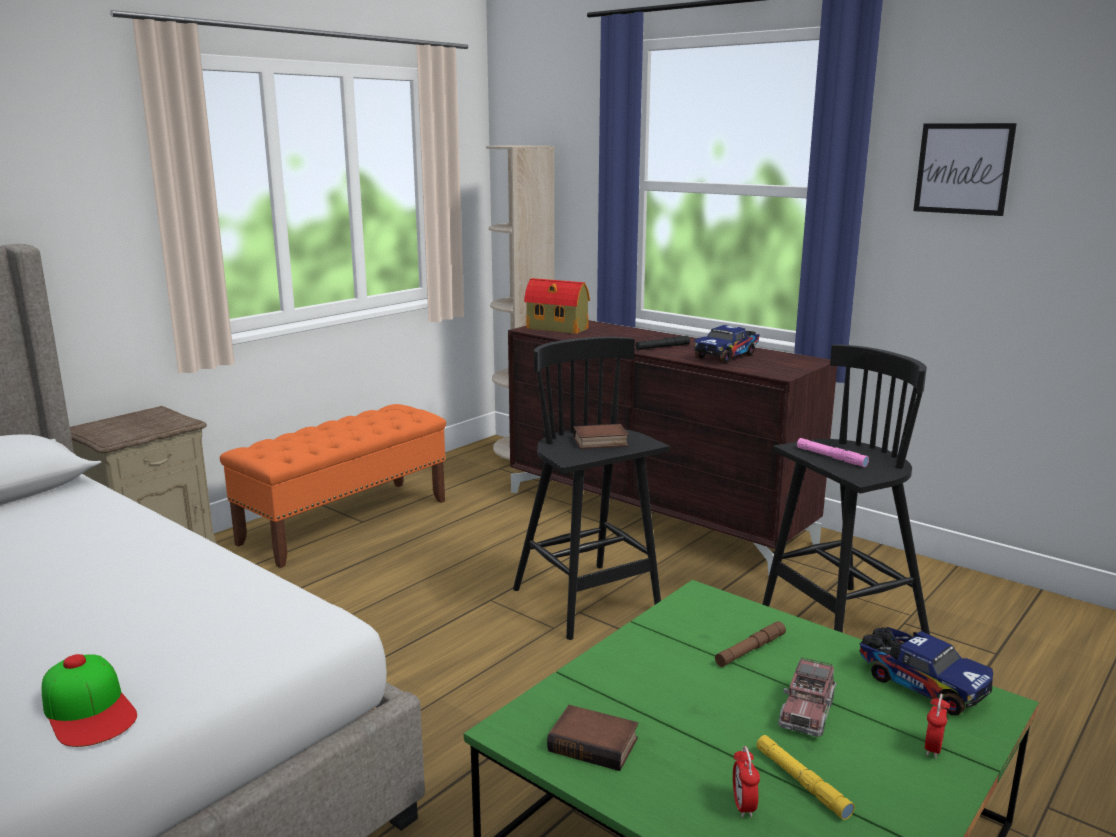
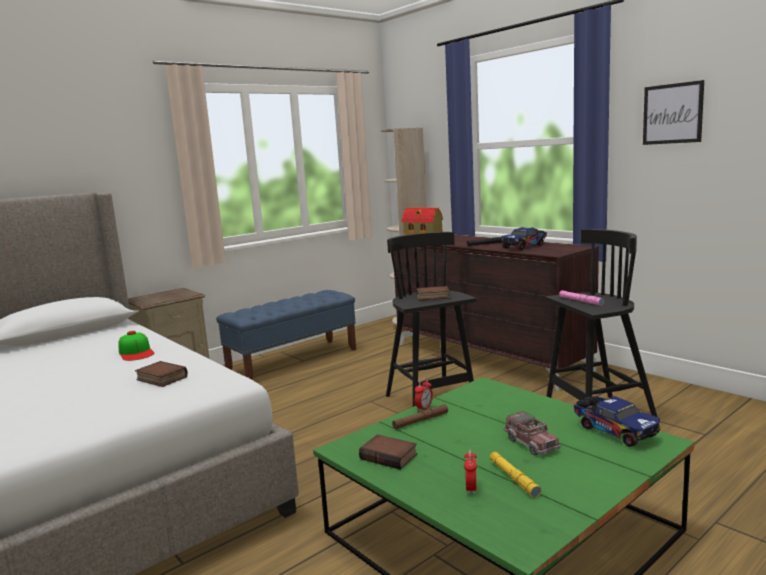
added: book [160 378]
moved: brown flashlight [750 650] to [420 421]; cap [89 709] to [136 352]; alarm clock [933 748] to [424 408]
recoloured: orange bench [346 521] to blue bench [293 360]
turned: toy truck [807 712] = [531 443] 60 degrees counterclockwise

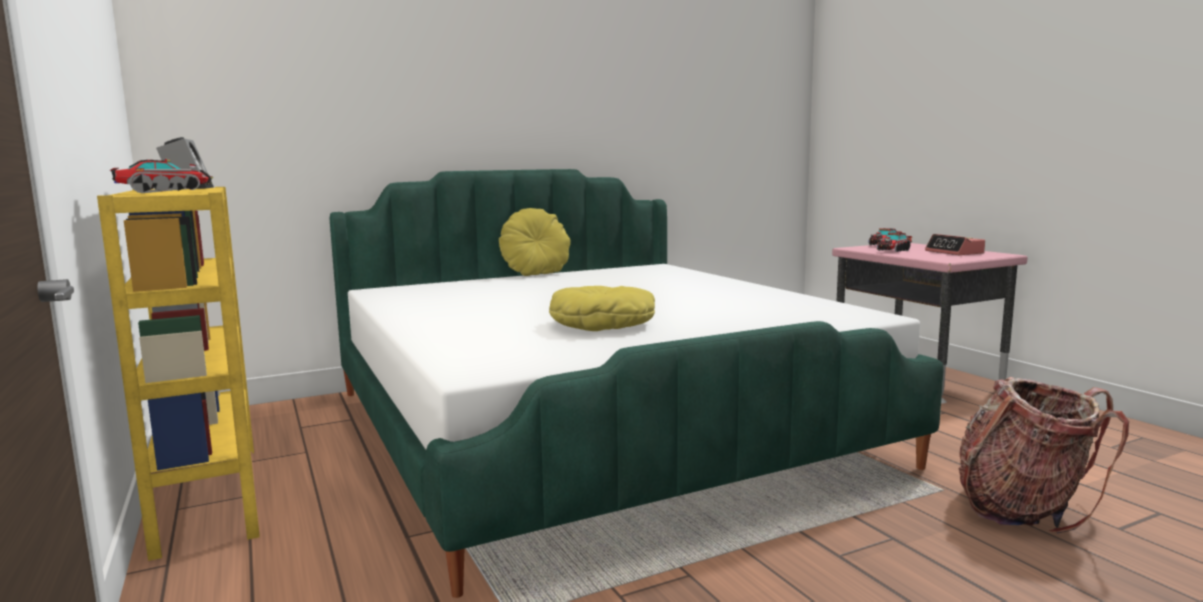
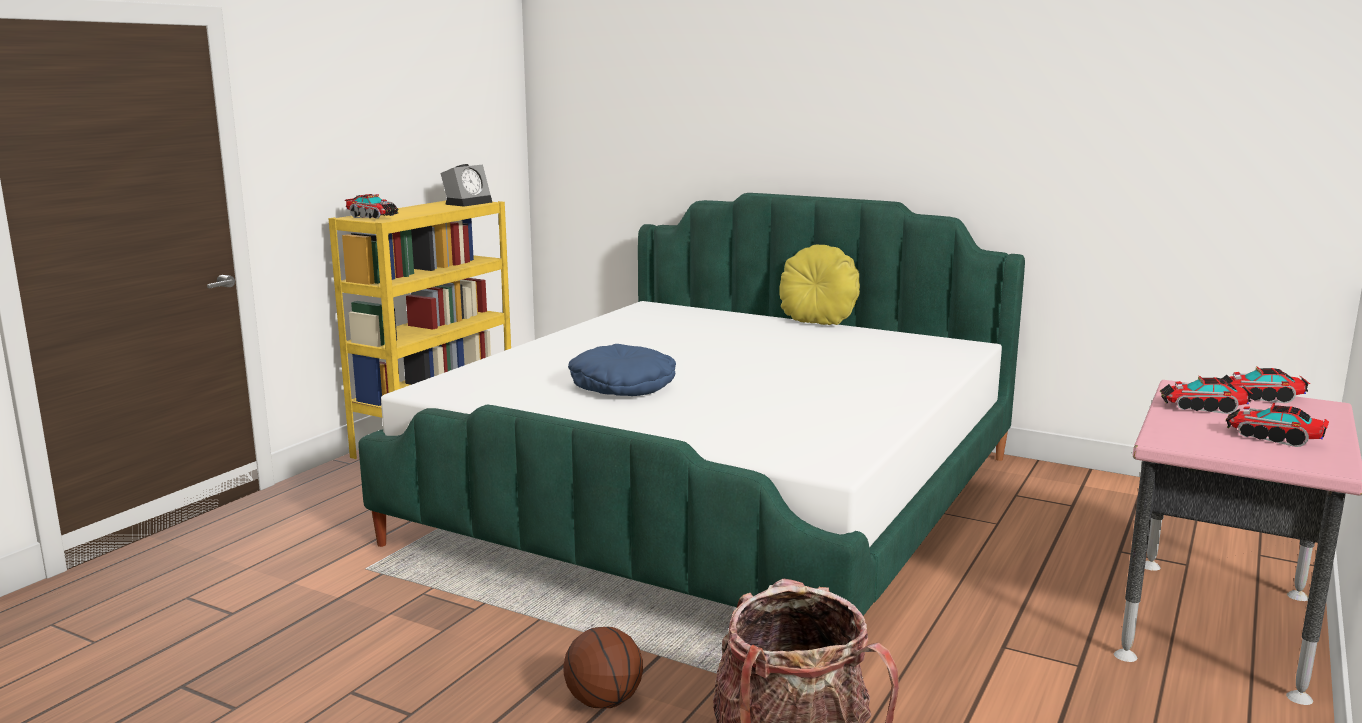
added: basketball [604 701]
replaced: alarm clock [954 252] to toy truck [1273 438]
recoloured: yellow pillow [602 324] to blue pillow [624 387]

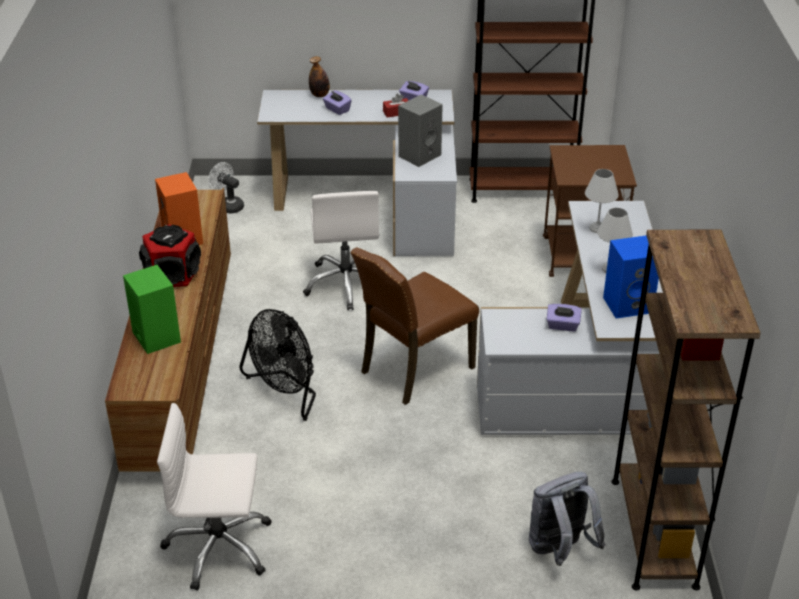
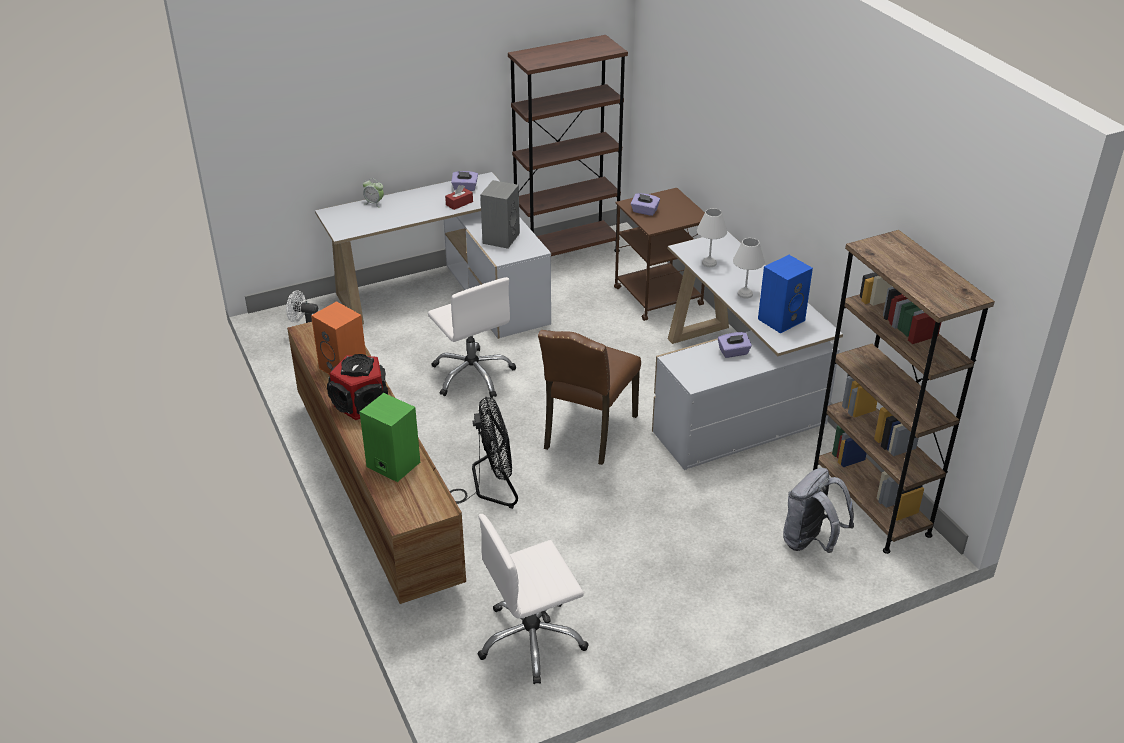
moved: purple tissue box [337 109] to [644 211]
replaced: bottle [319 95] to alarm clock [374 203]
turned: black fan [287 388] = [488 482] 120 degrees counterclockwise

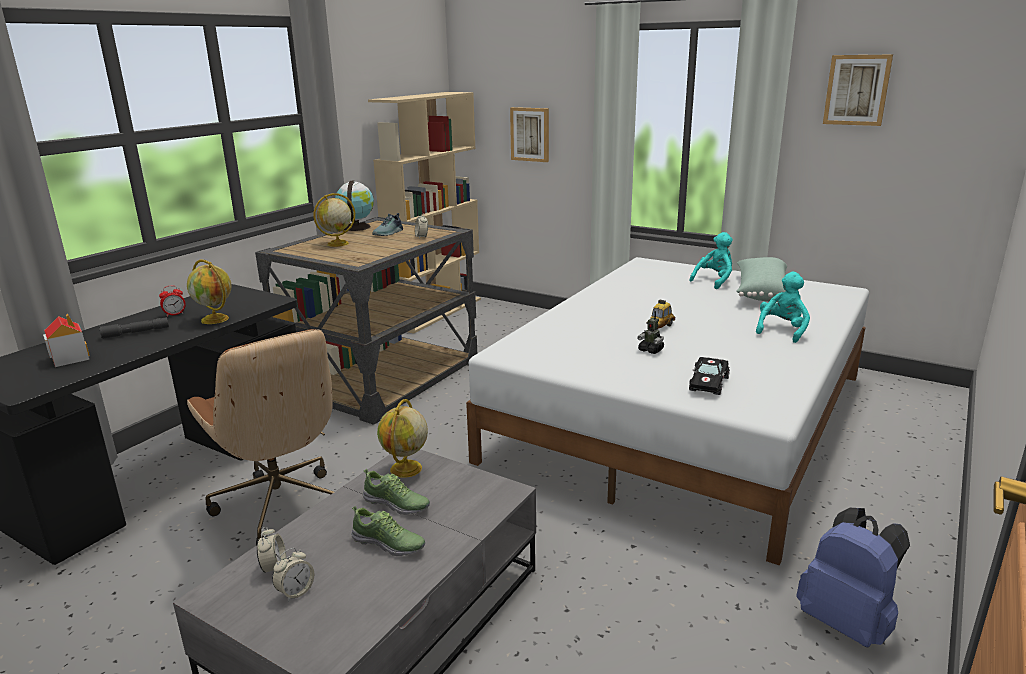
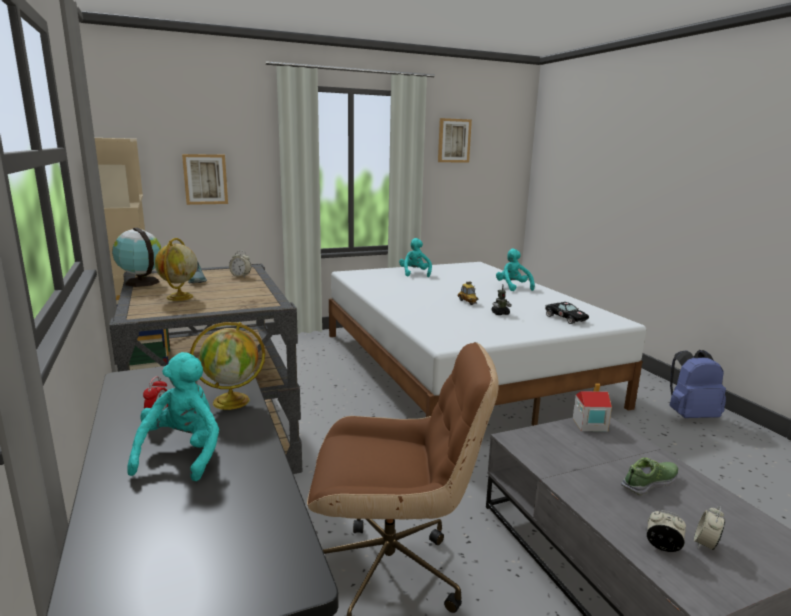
removed: green pillow [760 292]; globe [406 469]; shoe [397 504]
moved: toy house [70 358] to [589 424]
replaced: grey flashlight [136 333] to turquoise plush toy [182 453]
turned: alarm clock [295 592] = [705 544] 135 degrees counterclockwise

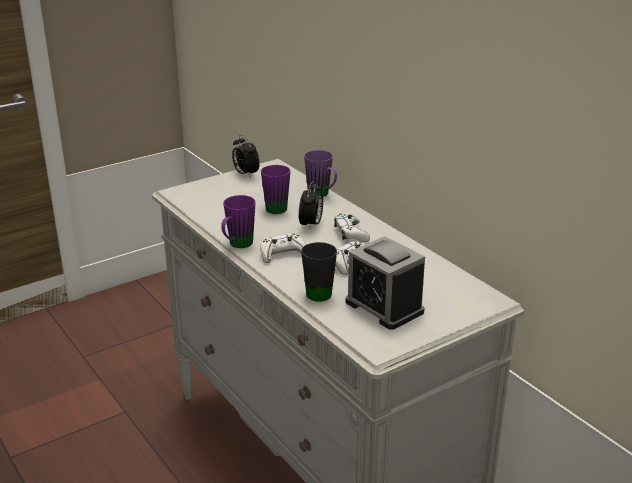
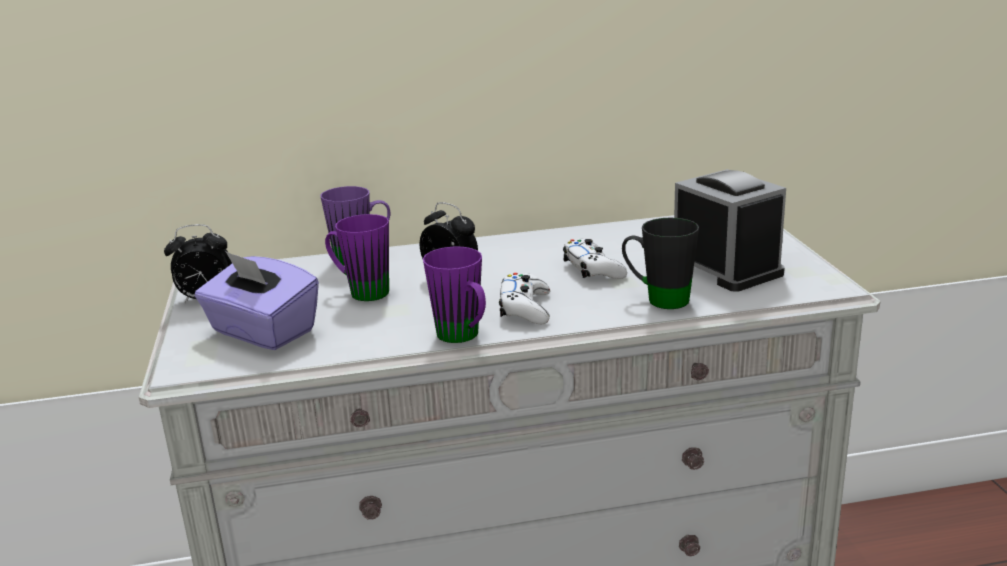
removed: white game controller [351 233]
added: purple tissue box [262 332]
turned: alarm clock [384 307] = [725 268] 105 degrees counterclockwise

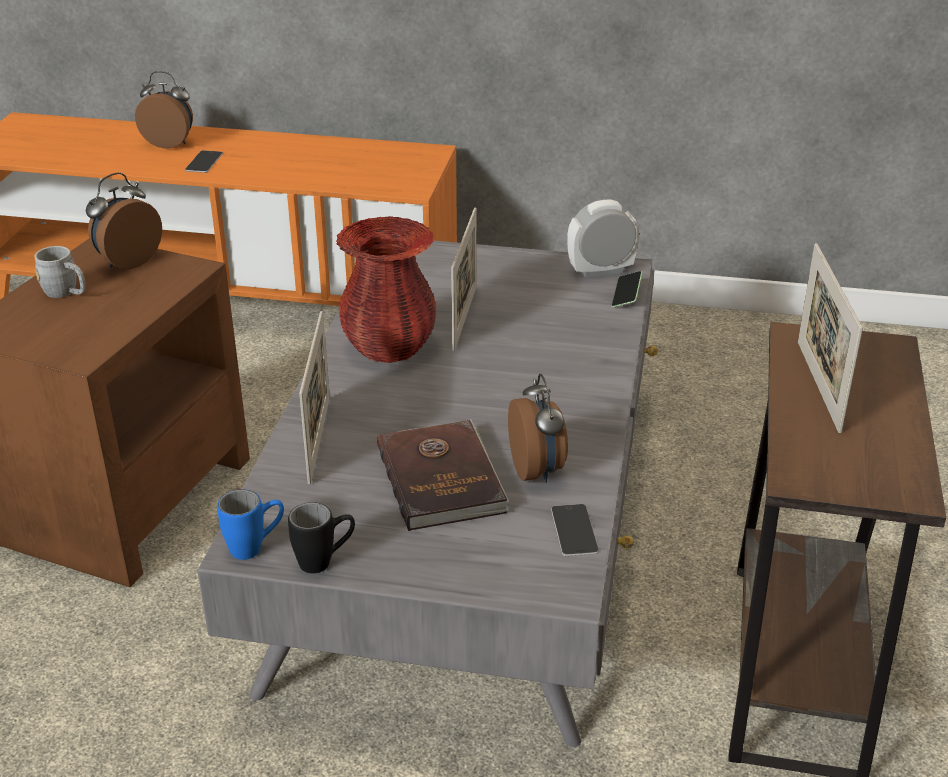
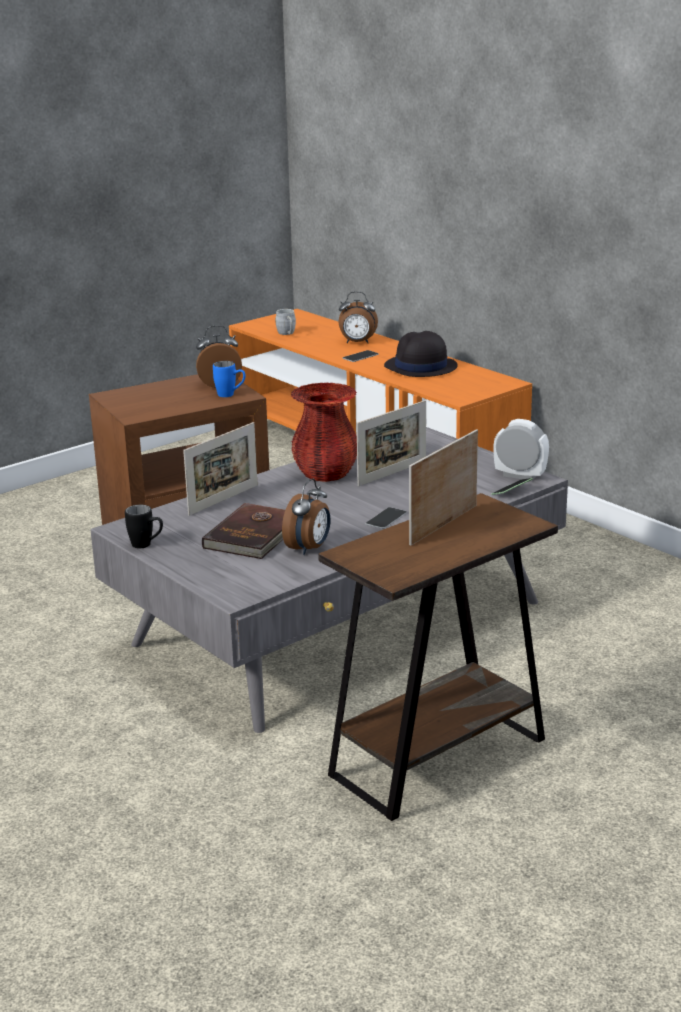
added: black hat [420 367]
moved: grey mug [66 293] to [287 334]; blue mug [255 547] to [230 395]; phone [574 530] to [386 518]
turned: alarm clock [170 143] = [357 342] 135 degrees clockwise

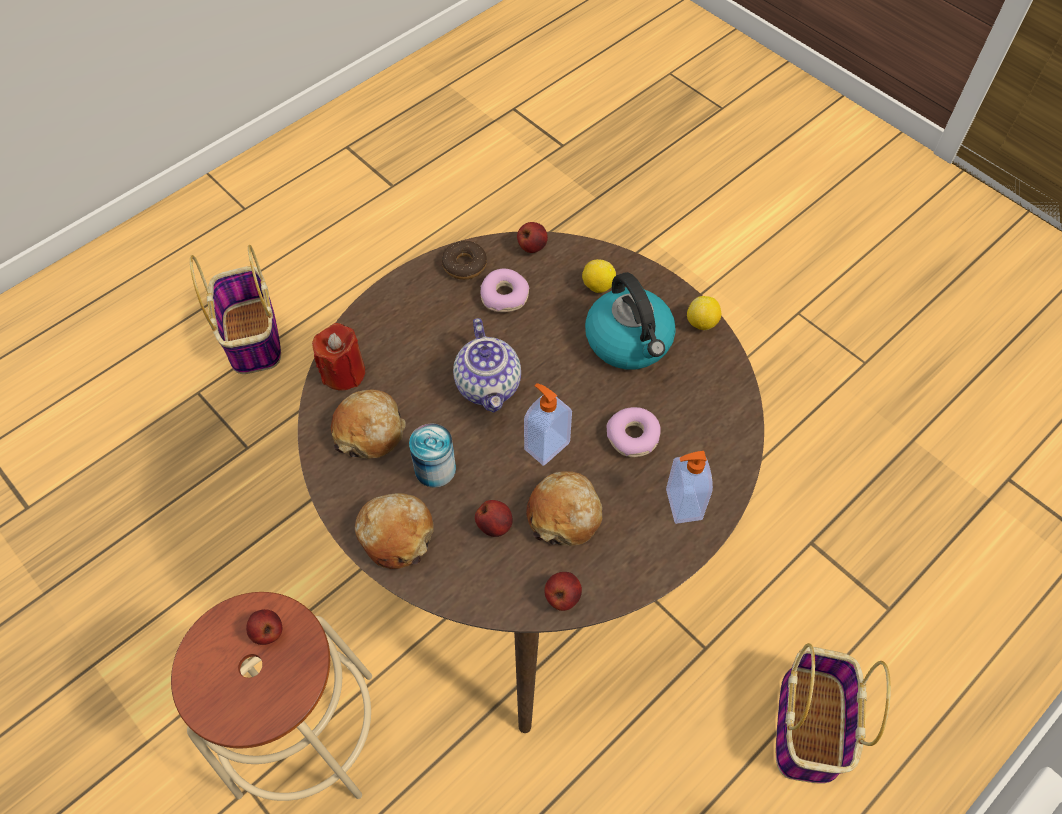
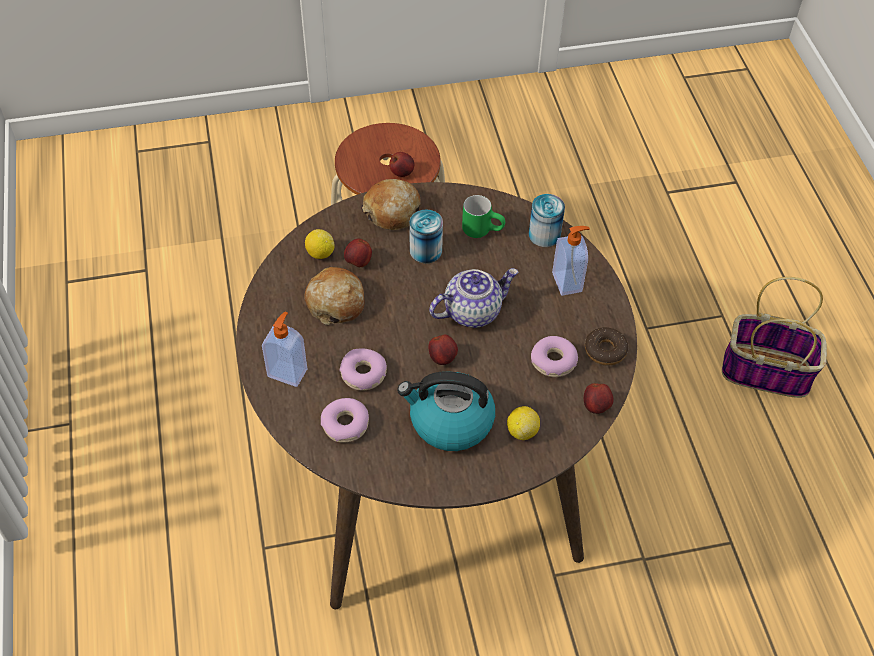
removed: basket [809 727]
added: donut [345 425]
moved: lemon [702 323] to [320 253]; soap dispenser [546 445] to [568 282]; apple [562 597] to [443 358]
replaced: red candle [343 372] to can [544 235]; bread [369 431] to green mug [483 229]
turned: teapot [489 386] = [472 311] 135 degrees clockwise

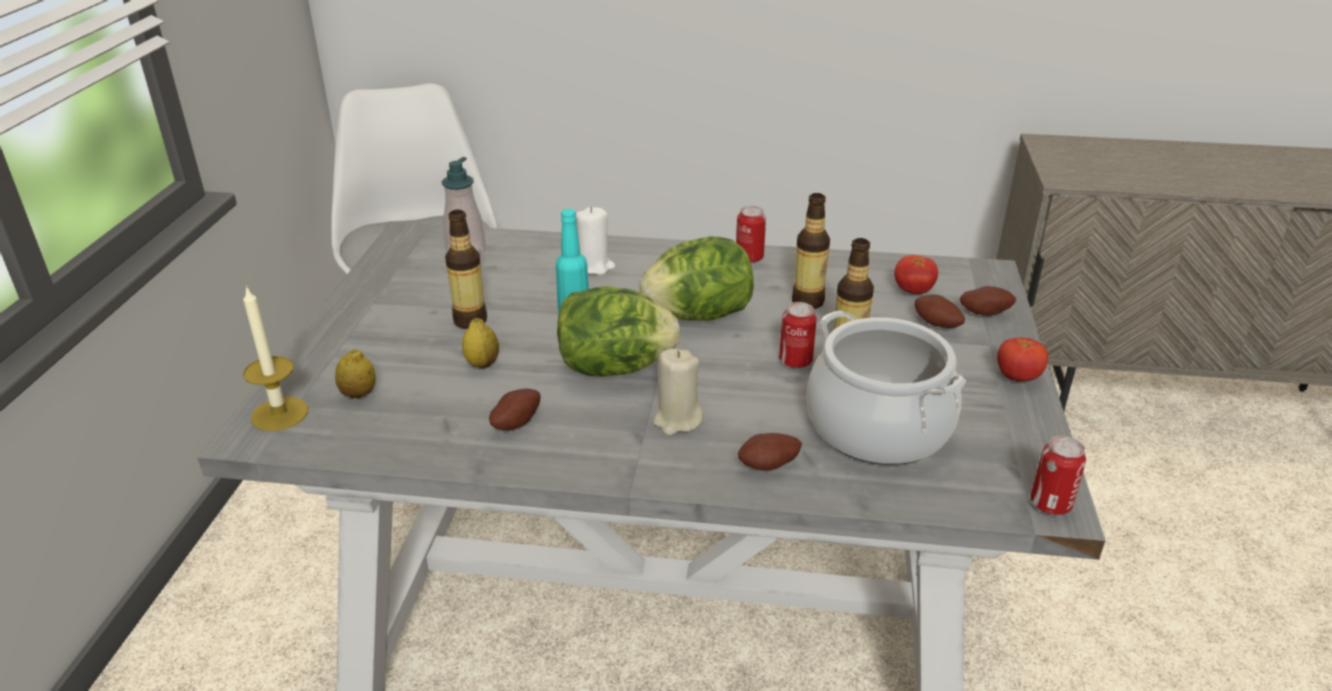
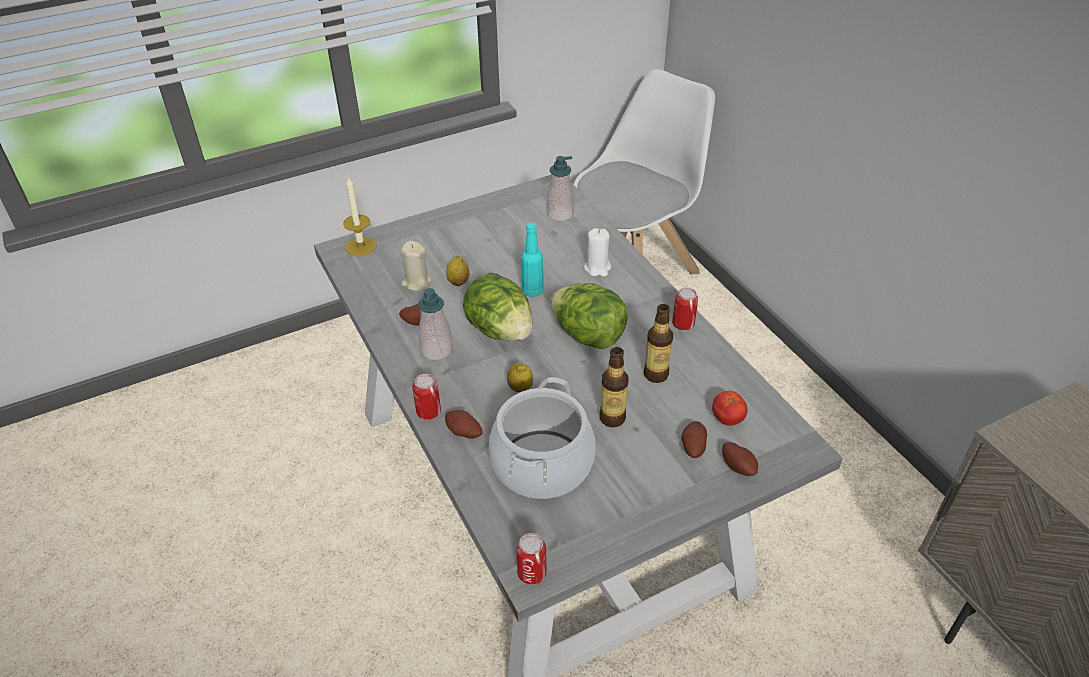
removed: bottle [470 321]; tomato [1018 378]
added: soap dispenser [436 350]
moved: can [795 361] to [428 412]; lemon [358 394] to [520 388]; beige candle [677 420] to [416 282]

